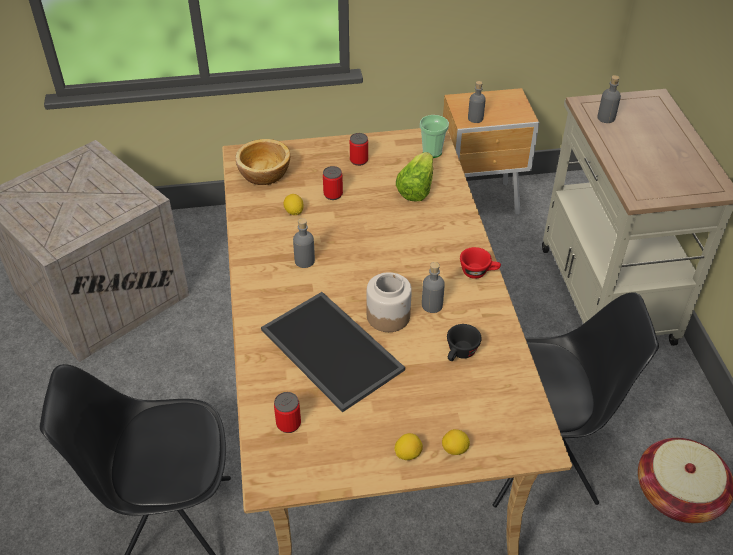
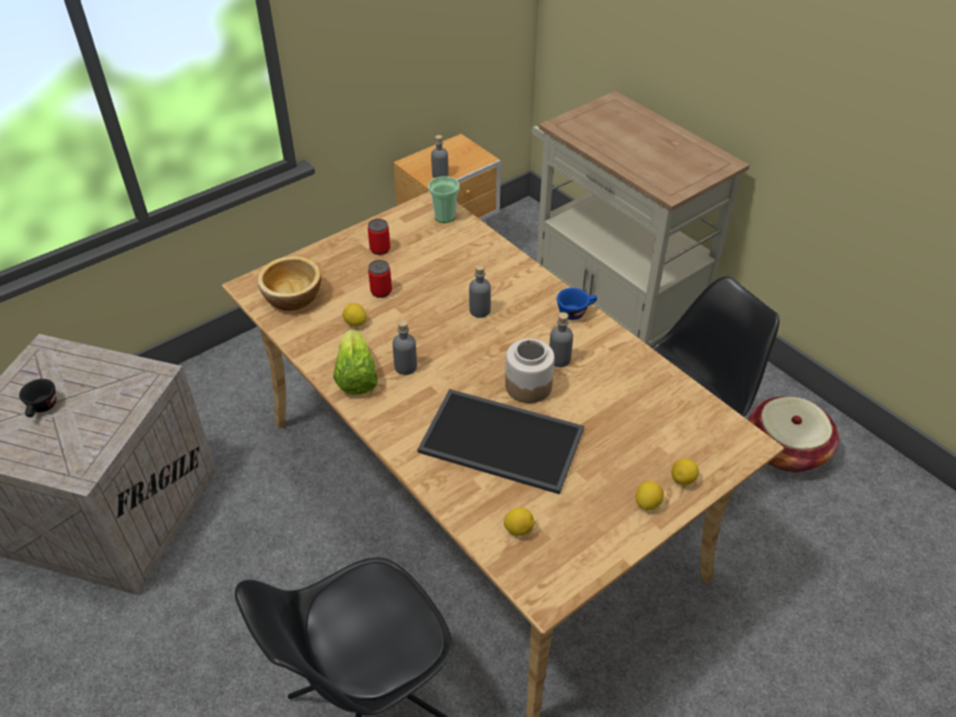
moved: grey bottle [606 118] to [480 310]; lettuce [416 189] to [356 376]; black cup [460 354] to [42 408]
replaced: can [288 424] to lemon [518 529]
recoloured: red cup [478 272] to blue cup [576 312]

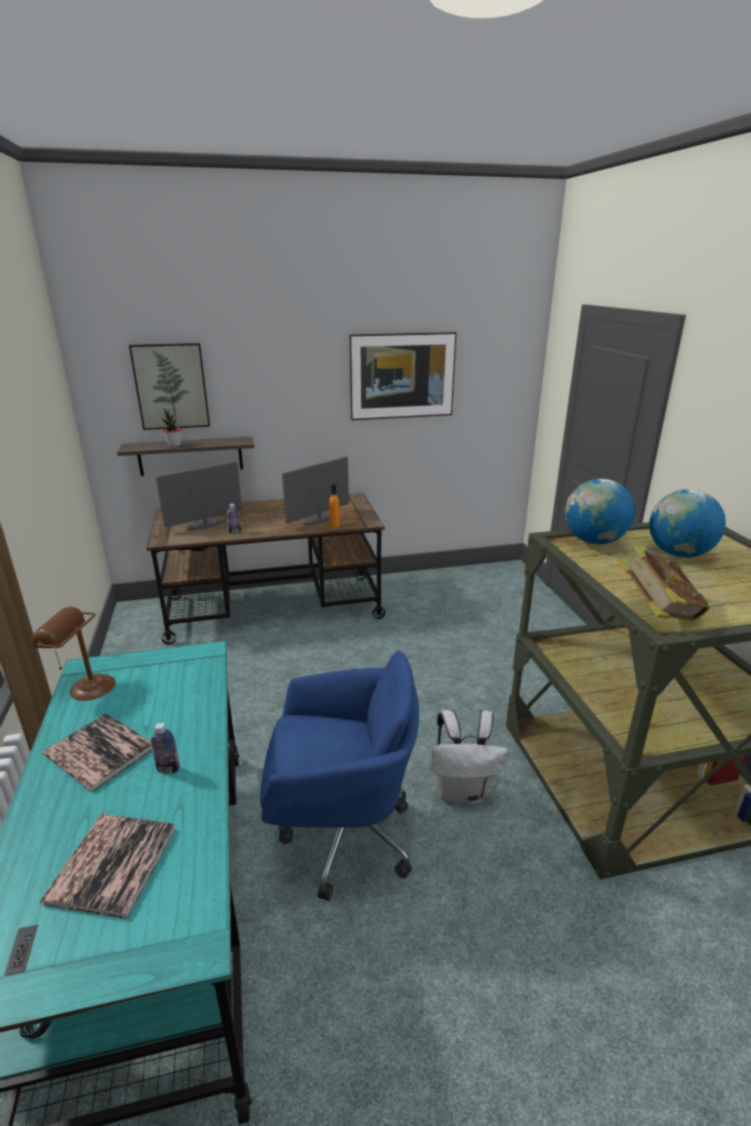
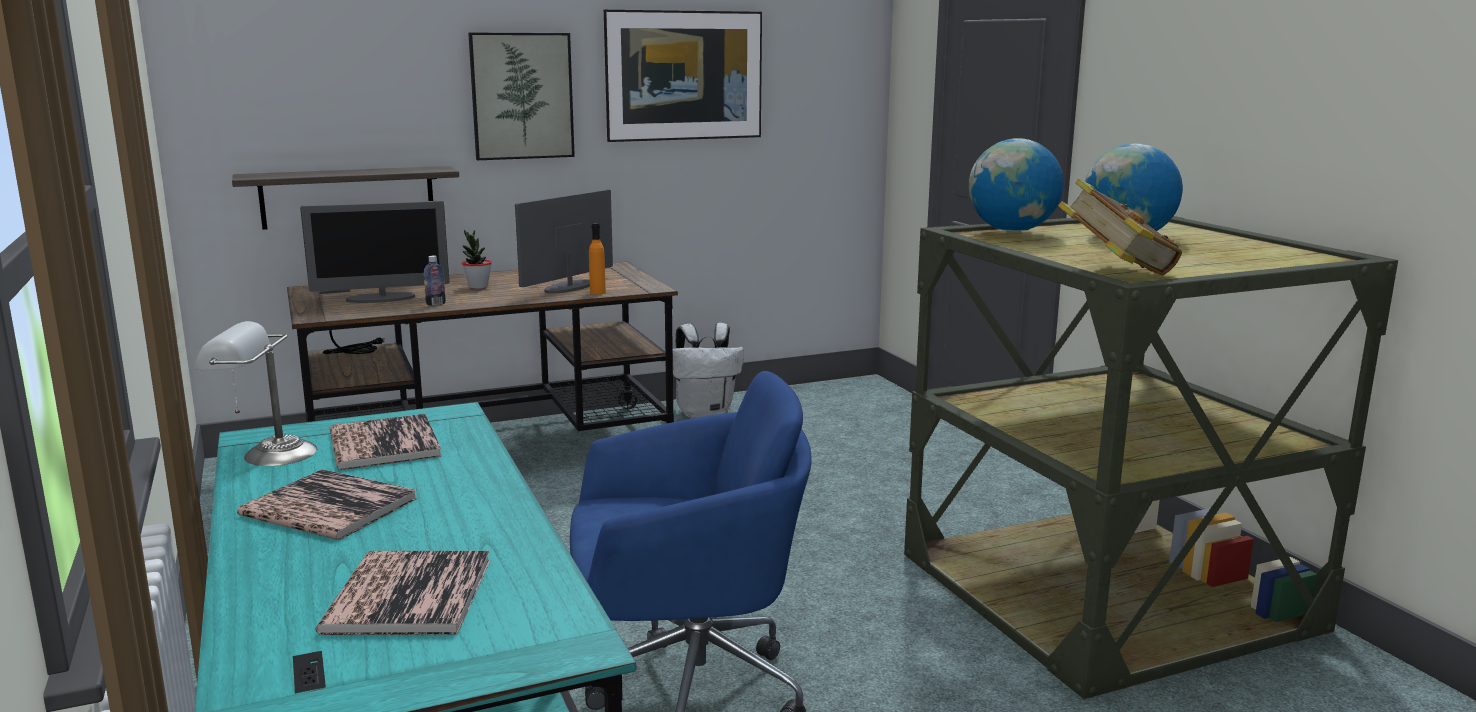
removed: bottle [168 769]
added: book [384 444]
moved: picture [171 386] to [522 96]; potted plant [174 445] to [478 287]; white backpack [462 791] to [705 413]
recoloured: brown table lamp [83 687] to white table lamp [265 454]
turned: monitor [205 524] = [381 298] 150 degrees counterclockwise

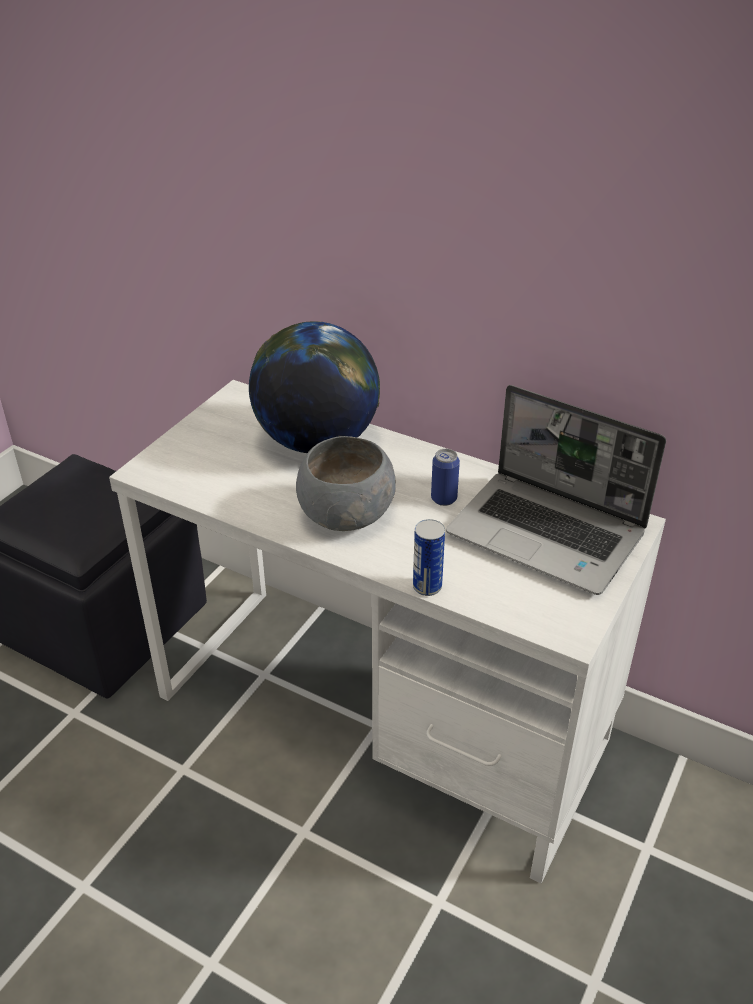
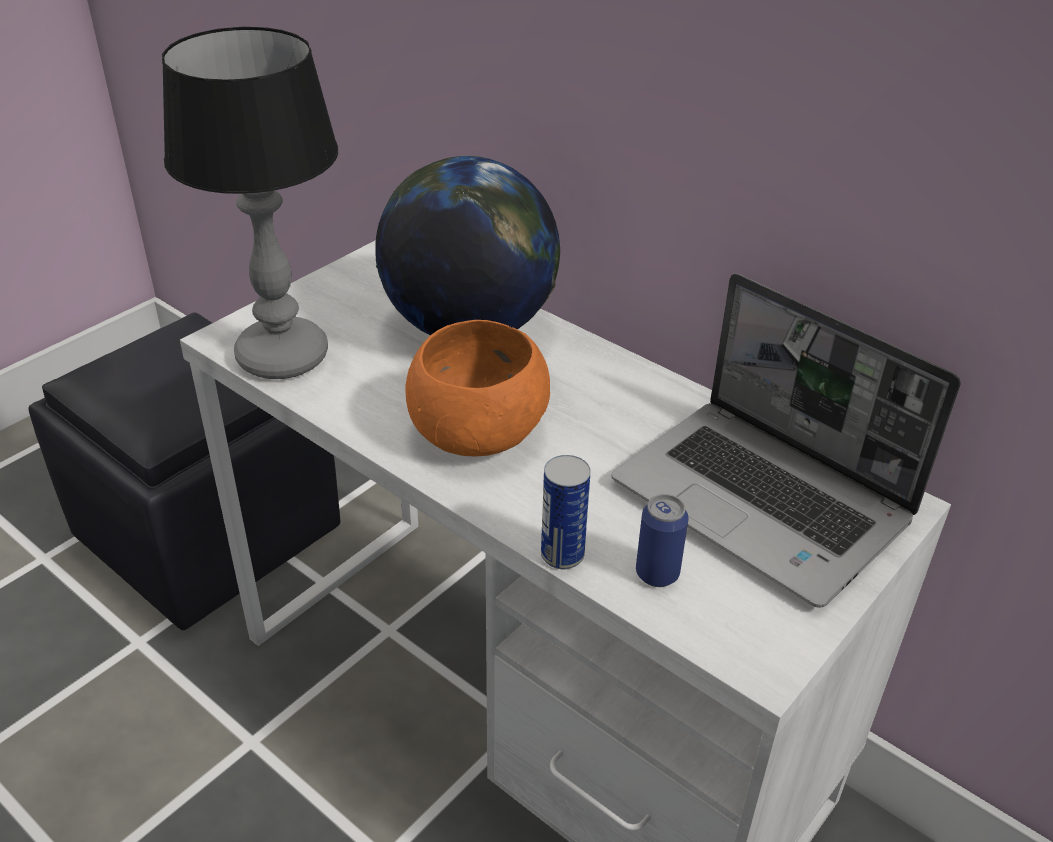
added: table lamp [280 357]
moved: can [444 499] to [657 573]
recoloured: grey bowl [344 515] to orange bowl [475 433]

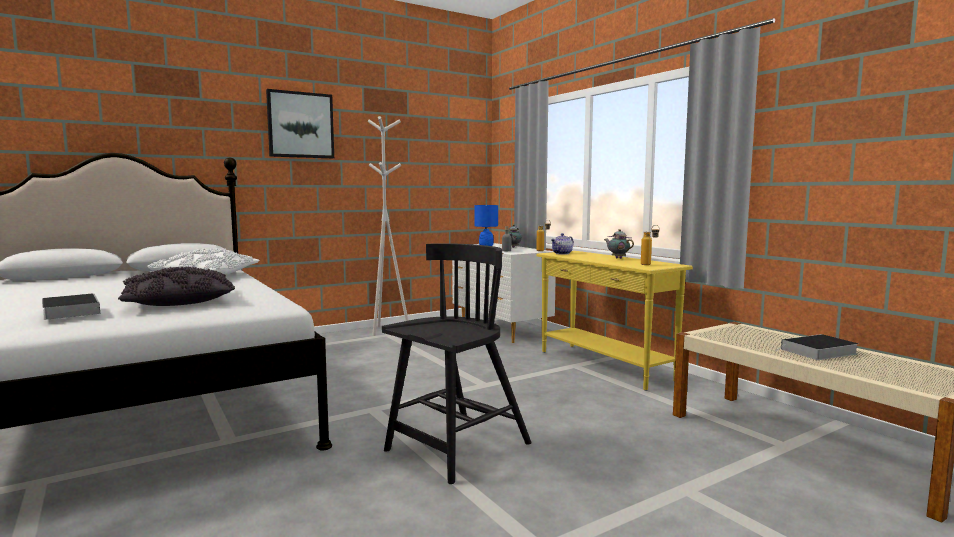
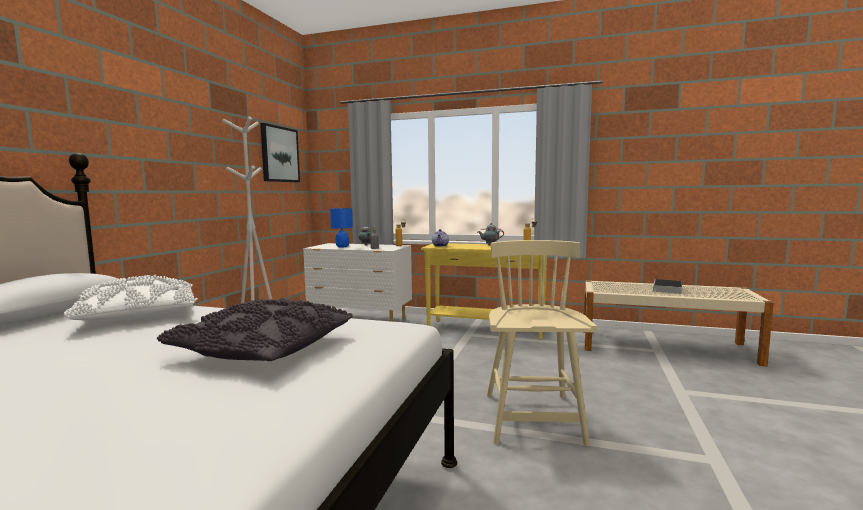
removed: book [70 311]
moved: picture [300 125] to [279 154]
recoloured: black chair [456 447] to beige chair [533 419]

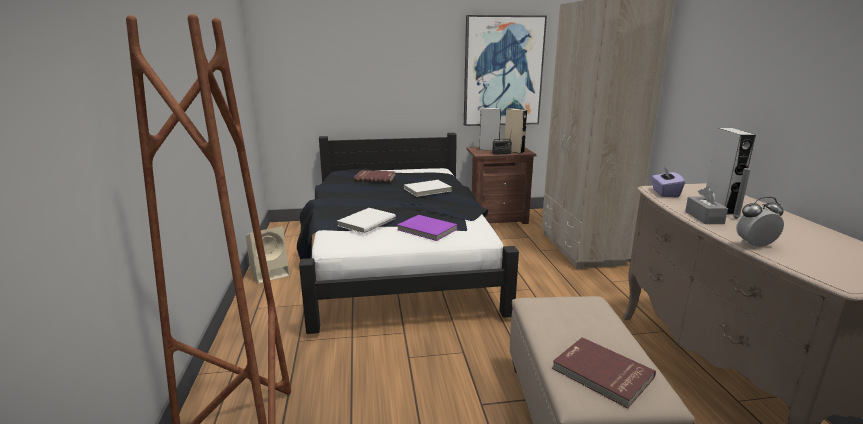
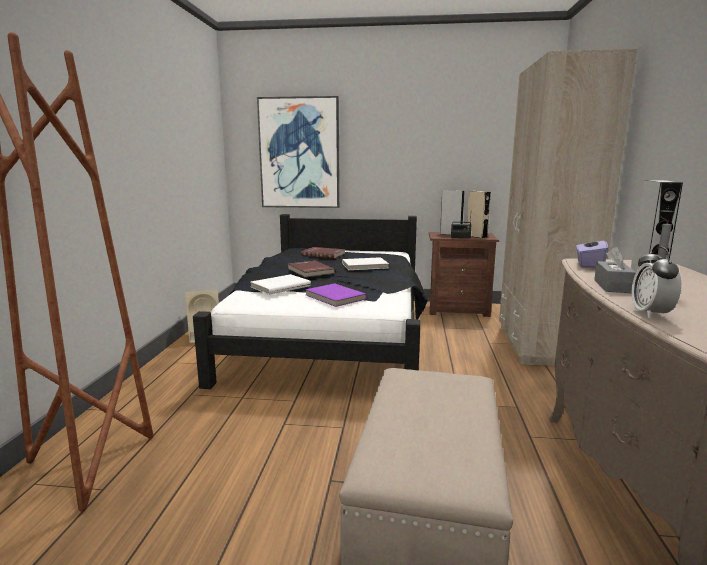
moved: picture [503 71] to [300 153]; red book [601 374] to [309 271]
turned: alarm clock [754 245] = [650 314] 90 degrees counterclockwise

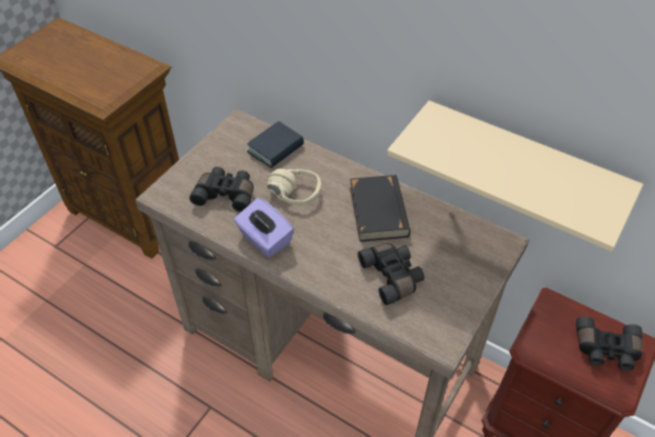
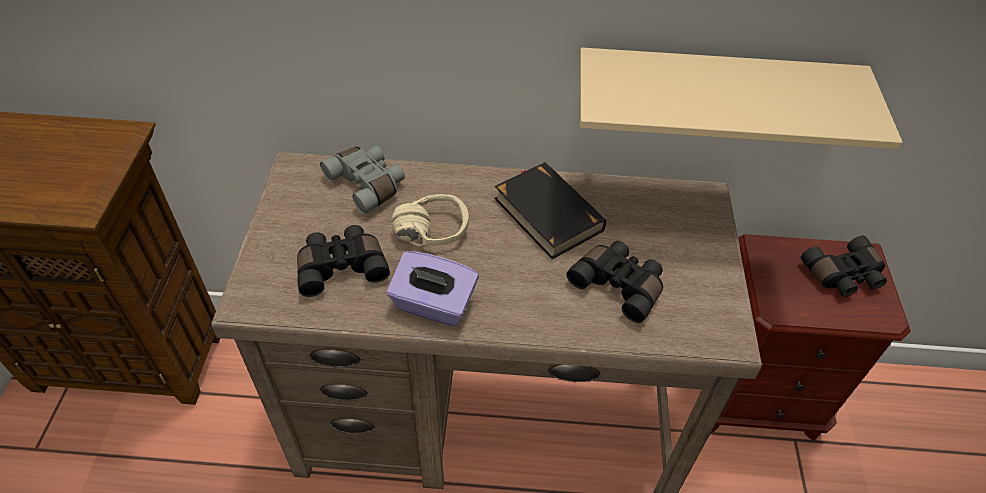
replaced: book [275 149] to grey binoculars [368 184]

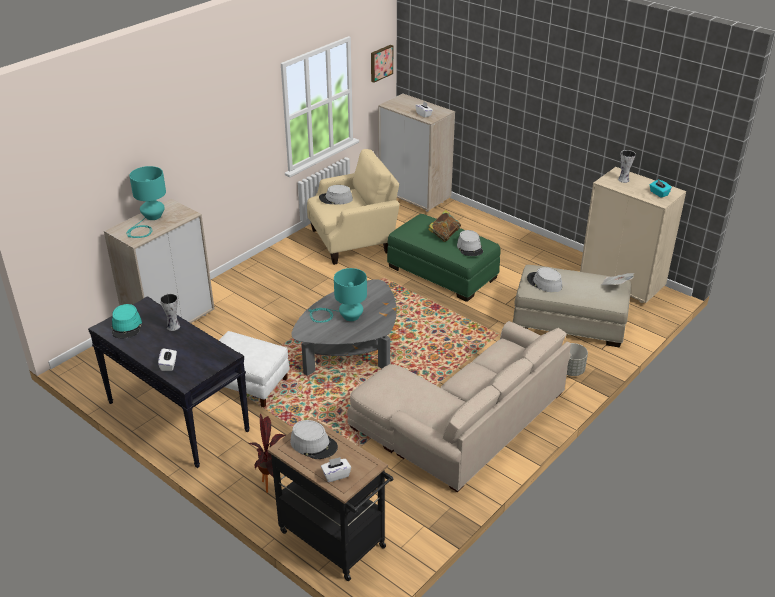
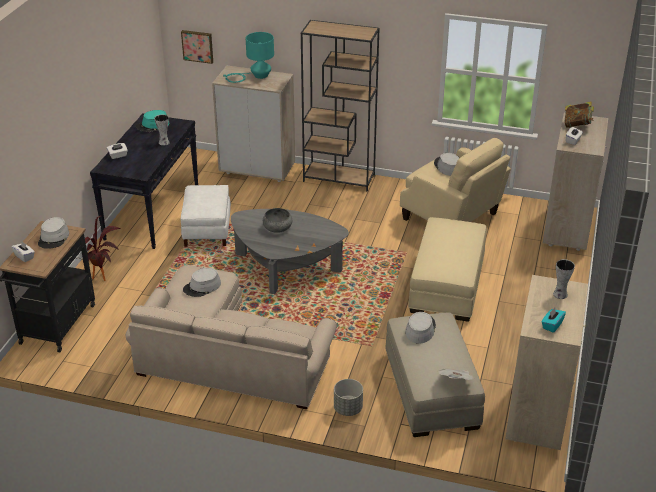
added: bookcase [339 178]
moved: picture [380 63] to [197 46]; book [444 235] to [577 125]; grey hat [470 248] to [202 287]
replaced: turquoise table lamp [339 316] to grey bowl [277 227]
recoloured: green ottoman [442 272] to beige ottoman [447 284]

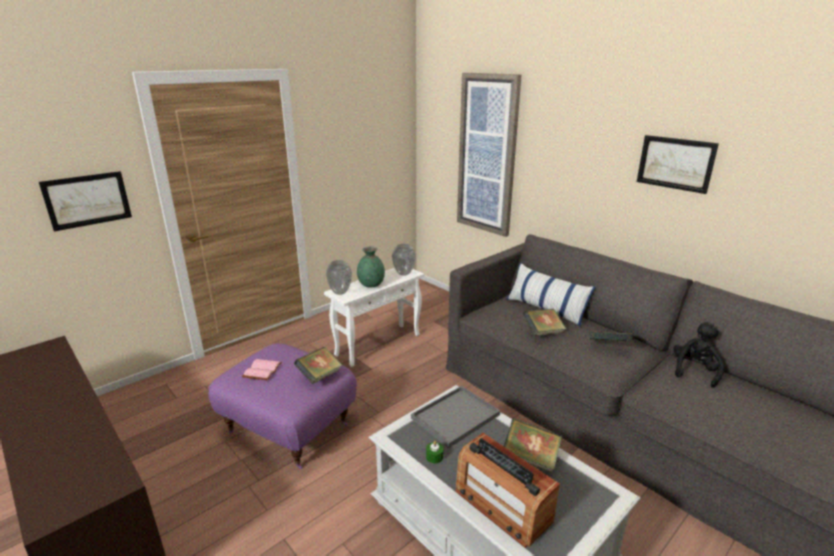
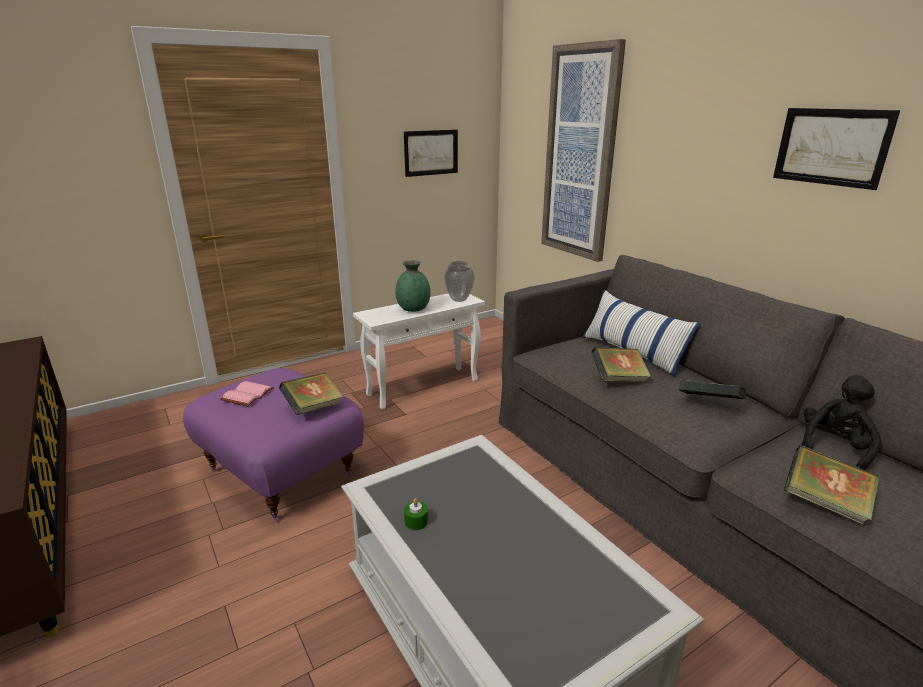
removed: vase [340 292]; grey tray [455 417]; radio [502 505]
moved: picture [87 200] to [431 152]; book [530 458] to [824 503]

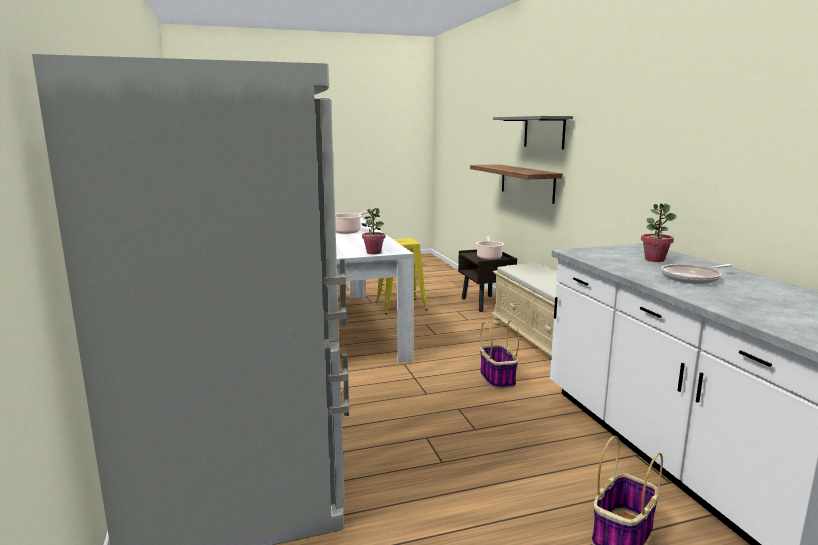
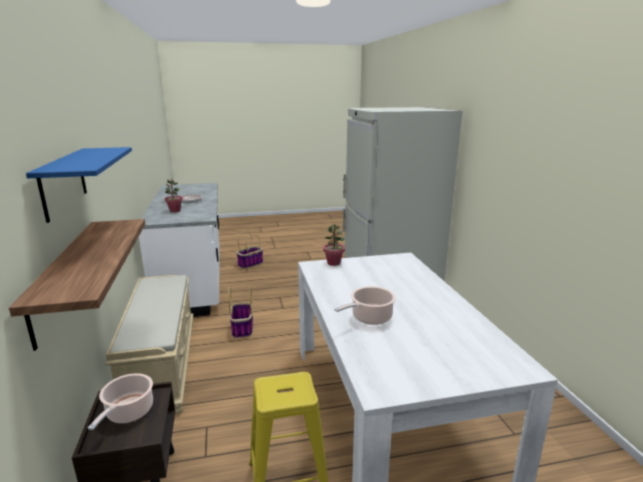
recoloured: grey shelf [544 132] to blue shelf [63 182]

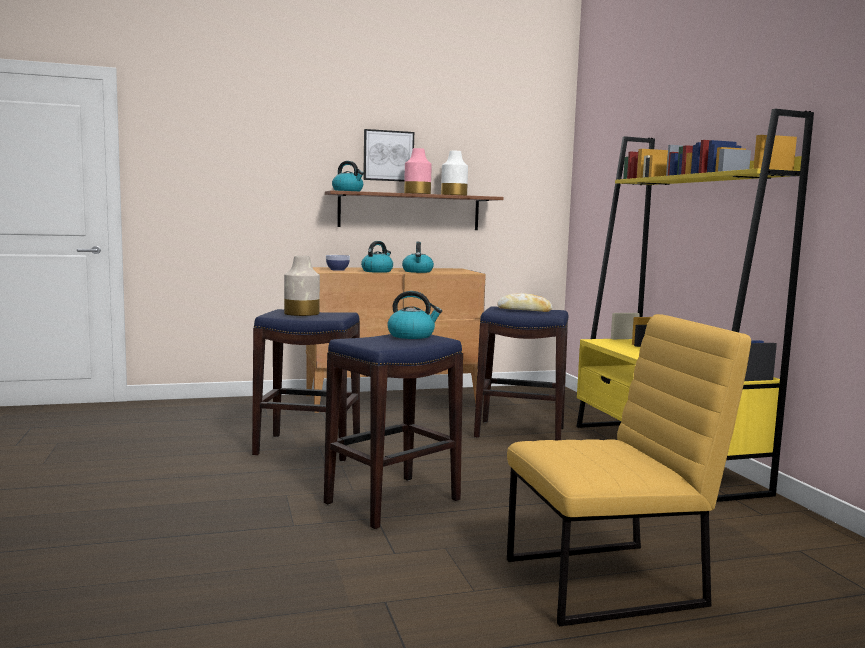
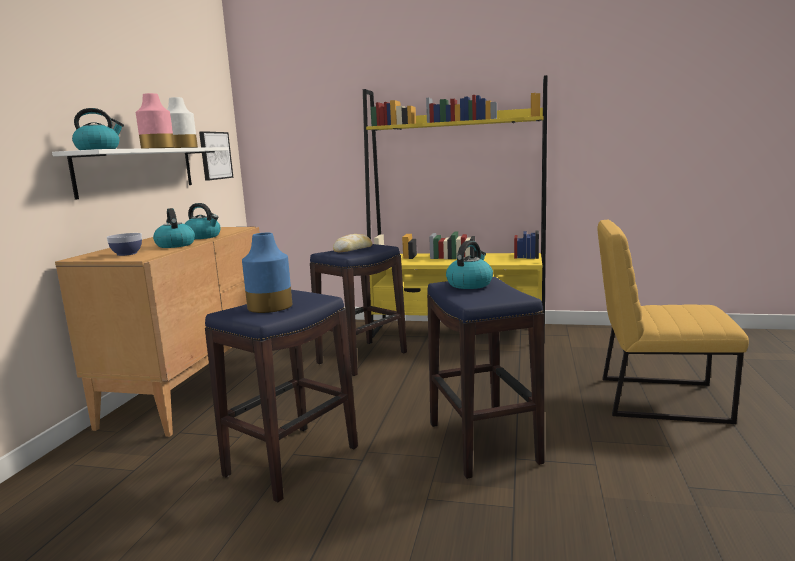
moved: picture [388 156] to [215 155]
recoloured: brown shelf [409 211] to white shelf [138 170]; beige vase [302 313] to blue vase [270 306]
turned: yellow chair [609 581] = [658 398] 90 degrees counterclockwise

